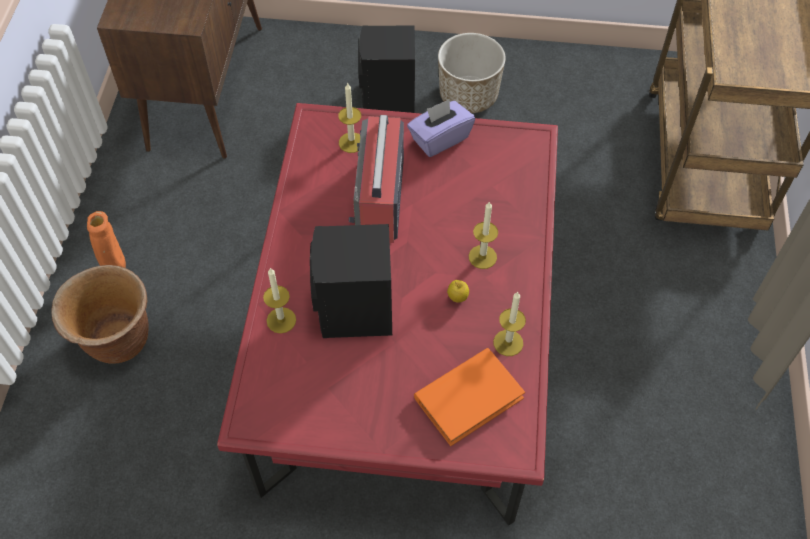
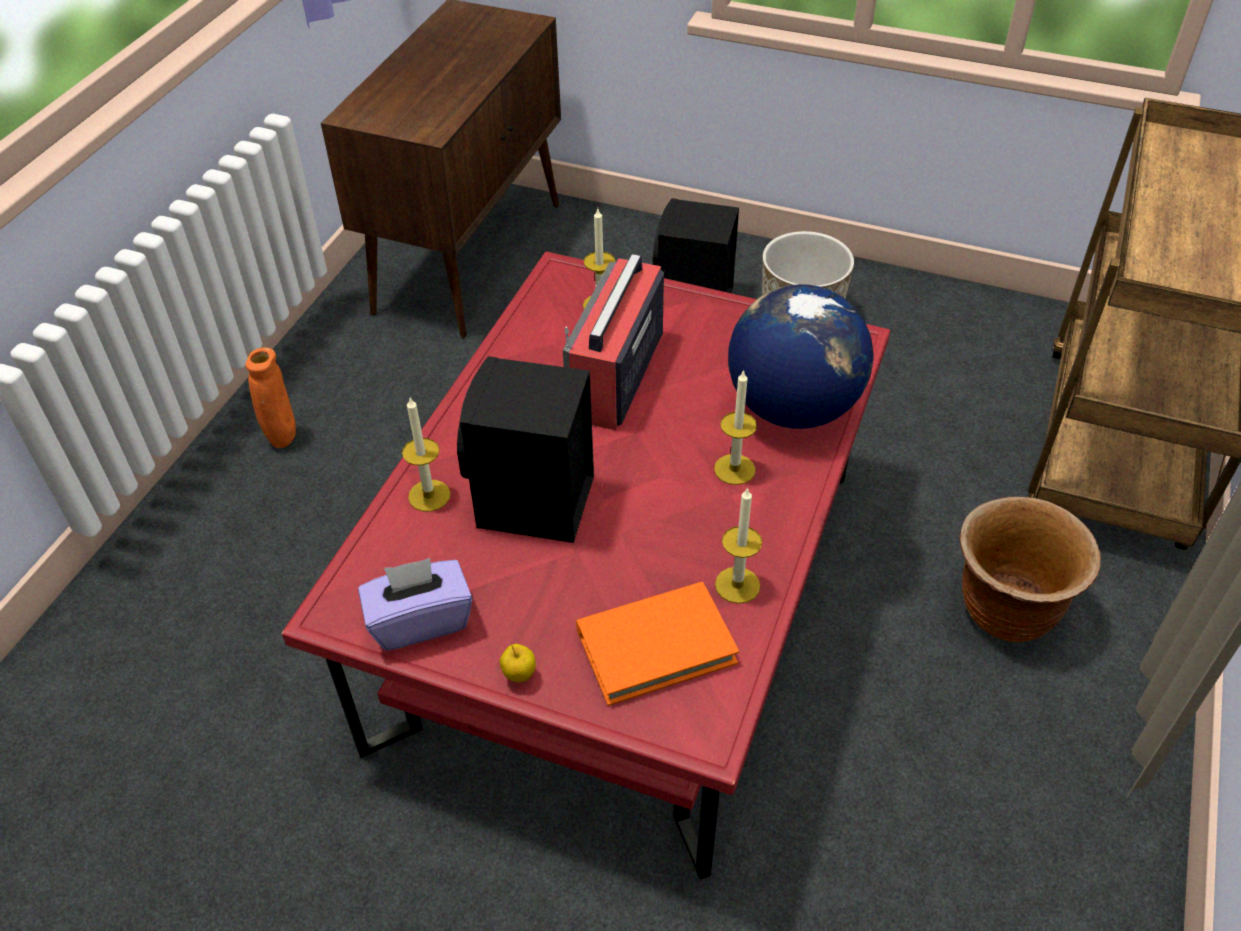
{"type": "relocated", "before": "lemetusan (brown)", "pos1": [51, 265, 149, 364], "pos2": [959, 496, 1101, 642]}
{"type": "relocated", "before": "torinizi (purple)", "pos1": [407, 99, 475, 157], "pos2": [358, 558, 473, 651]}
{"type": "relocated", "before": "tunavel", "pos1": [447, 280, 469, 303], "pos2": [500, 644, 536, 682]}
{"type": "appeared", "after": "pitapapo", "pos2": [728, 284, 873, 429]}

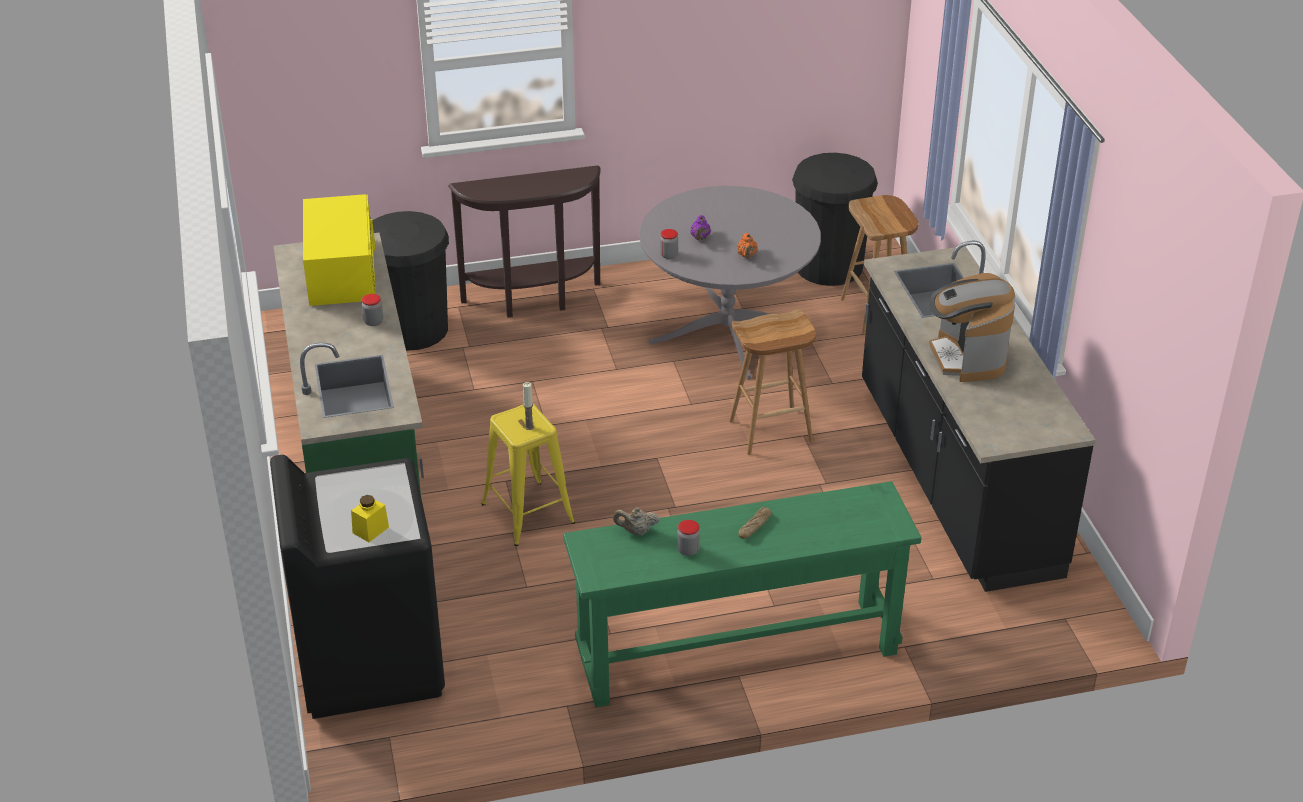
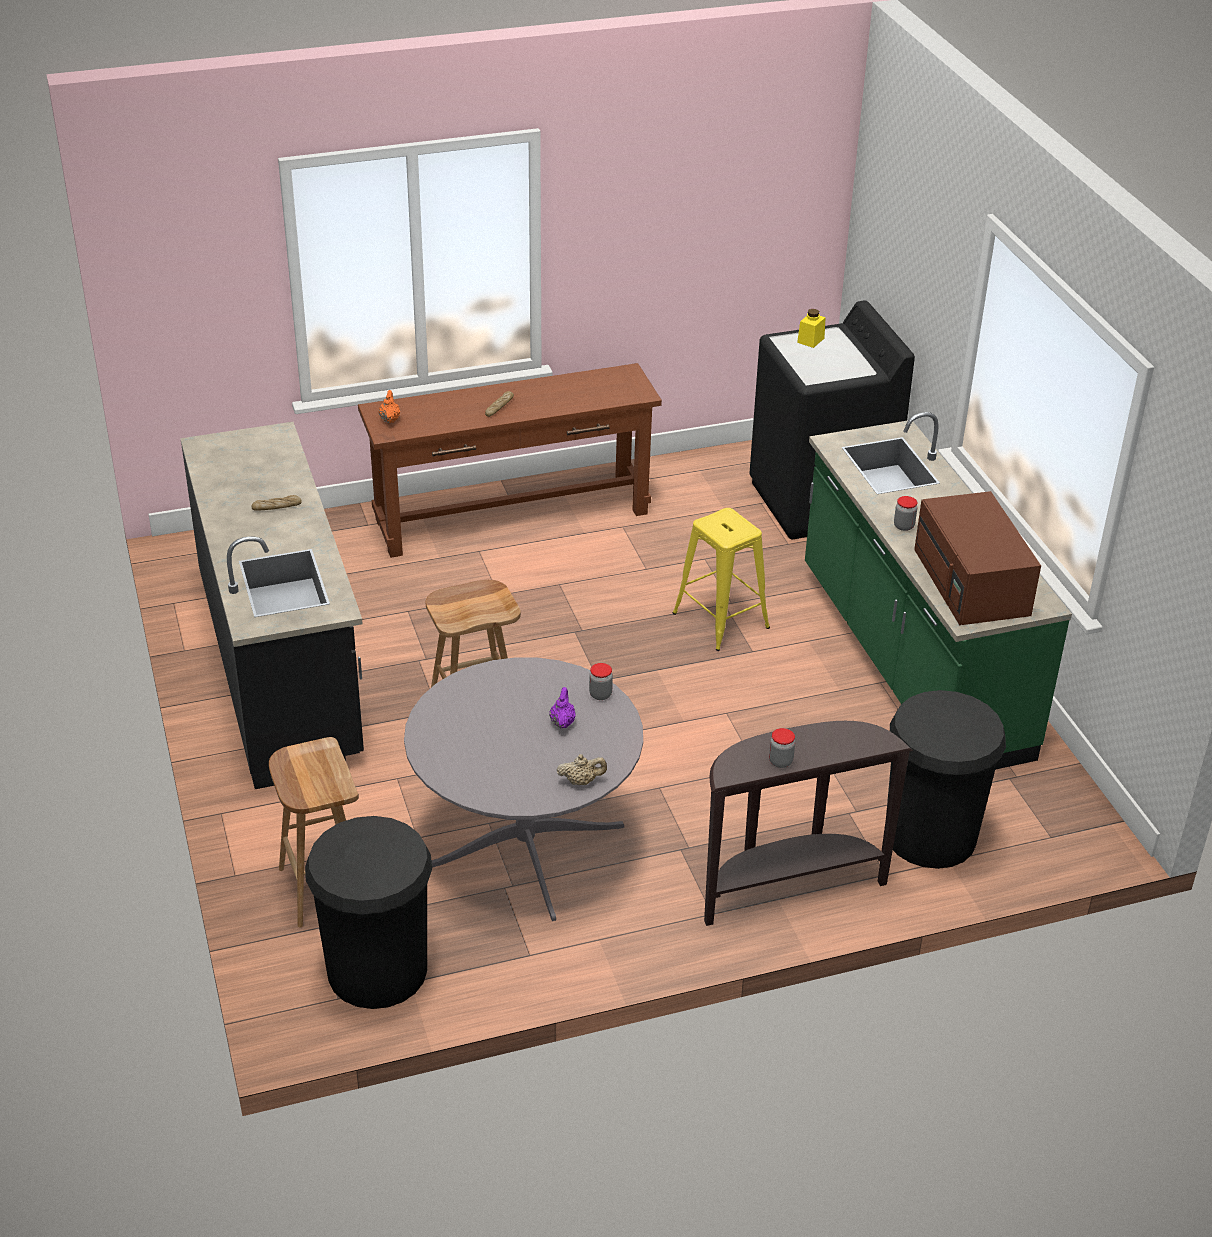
{"type": "colour", "before": "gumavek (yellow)", "after": "gumavek (brown)", "pos1": [303, 194, 376, 306], "pos2": [914, 491, 1041, 625]}
{"type": "missing", "before": "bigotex", "pos1": [523, 382, 534, 430]}
{"type": "colour", "before": "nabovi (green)", "after": "nabovi (brown)", "pos1": [563, 481, 922, 708], "pos2": [358, 363, 662, 558]}
{"type": "relocated", "before": "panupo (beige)", "pos1": [613, 507, 660, 535], "pos2": [556, 754, 607, 785]}
{"type": "relocated", "before": "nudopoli", "pos1": [677, 520, 700, 556], "pos2": [769, 728, 795, 768]}
{"type": "relocated", "before": "panupo (orange)", "pos1": [737, 233, 758, 259], "pos2": [379, 390, 400, 423]}
{"type": "exchanged", "before": "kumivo", "after": "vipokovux", "pos1": [929, 273, 1015, 382], "pos2": [251, 495, 302, 511]}

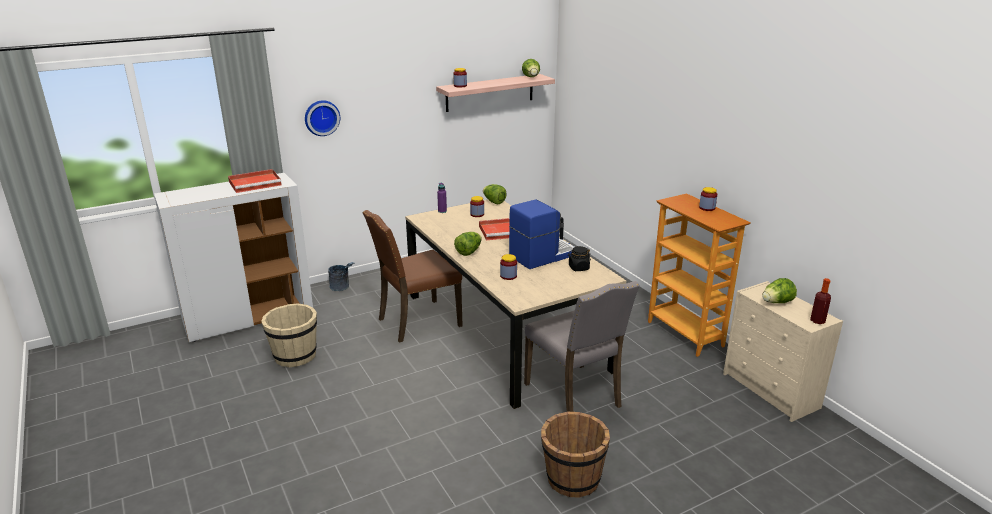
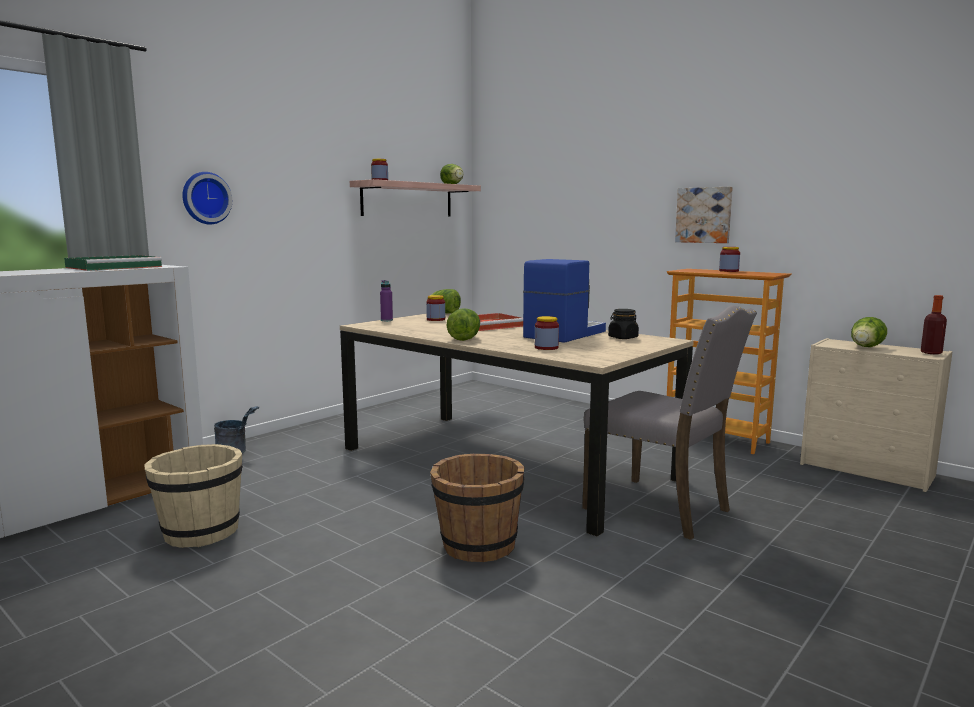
{"type": "colour", "before": "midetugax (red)", "after": "midetugax (green)", "pos1": [228, 169, 282, 193], "pos2": [64, 255, 162, 271]}
{"type": "missing", "before": "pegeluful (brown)", "pos1": [363, 210, 463, 343]}
{"type": "relocated", "before": "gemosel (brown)", "pos1": [541, 412, 610, 498], "pos2": [430, 454, 524, 562]}
{"type": "appeared", "after": "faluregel", "pos2": [675, 187, 733, 243]}

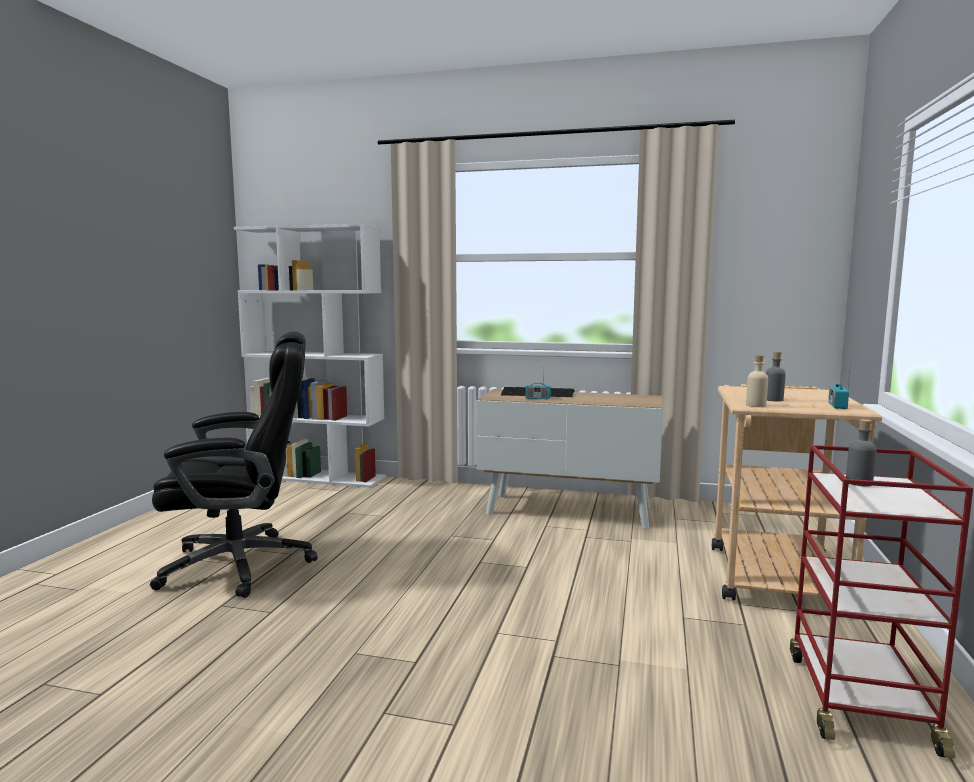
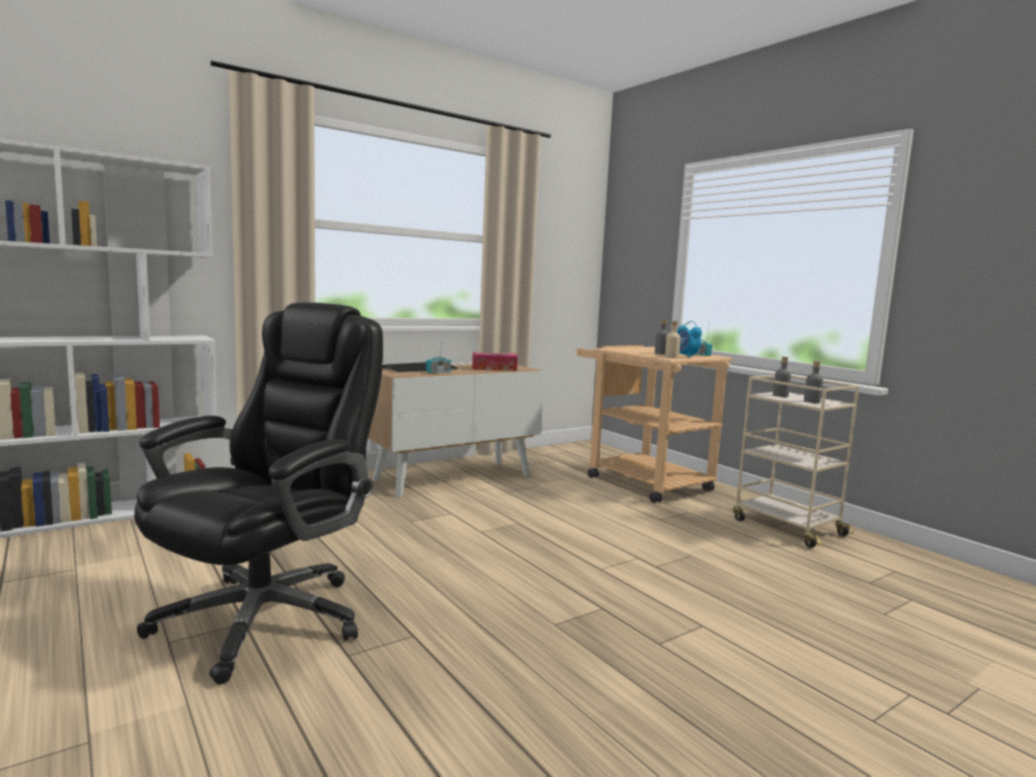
{"type": "colour", "before": "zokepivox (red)", "after": "zokepivox (beige)", "pos1": [790, 445, 973, 758], "pos2": [733, 375, 859, 548]}
{"type": "appeared", "after": "torinizi", "pos2": [472, 352, 518, 371]}
{"type": "appeared", "after": "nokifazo", "pos2": [677, 321, 702, 358]}
{"type": "appeared", "after": "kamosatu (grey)", "pos2": [804, 361, 823, 403]}

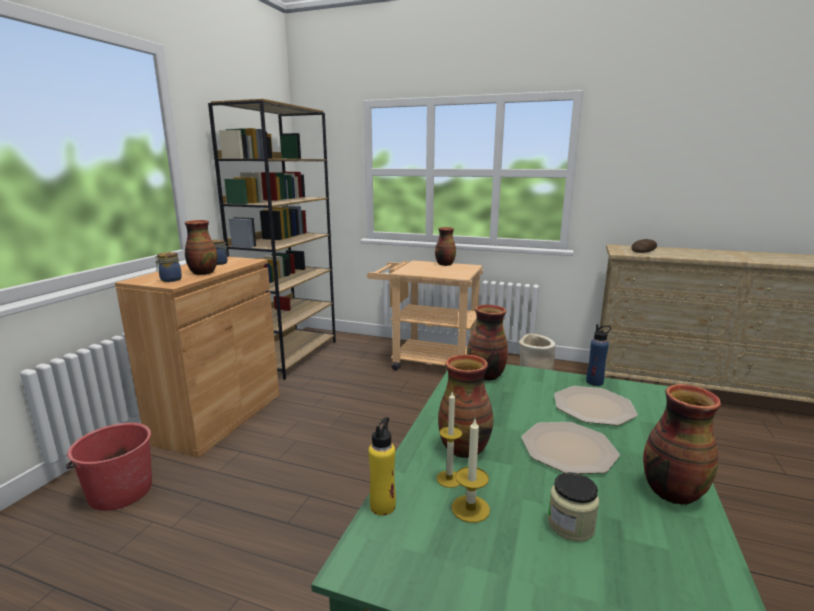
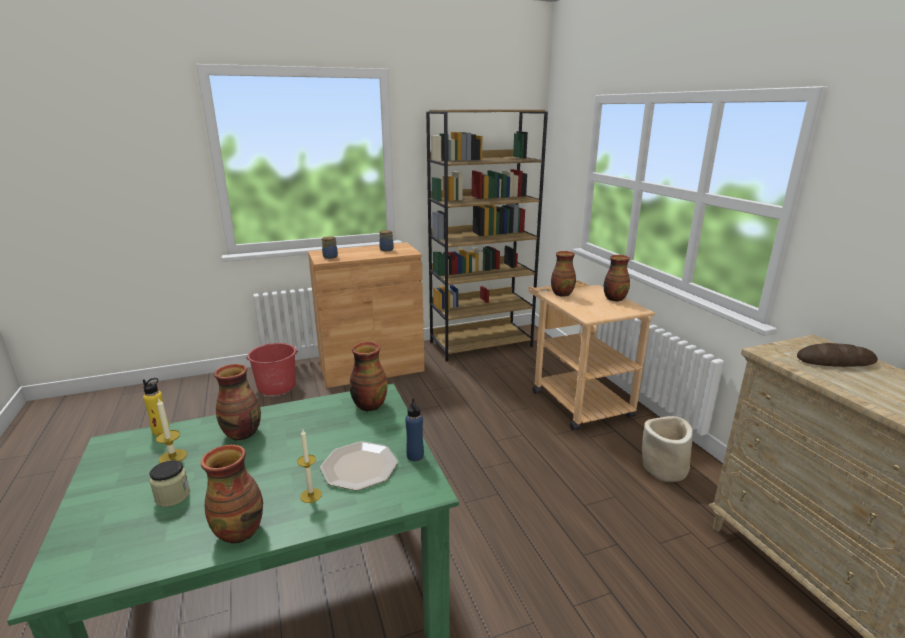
{"type": "relocated", "before": "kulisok", "pos1": [185, 220, 217, 275], "pos2": [551, 251, 576, 297]}
{"type": "relocated", "before": "bigotex", "pos1": [436, 392, 462, 488], "pos2": [297, 430, 322, 503]}
{"type": "missing", "before": "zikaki", "pos1": [521, 422, 620, 474]}

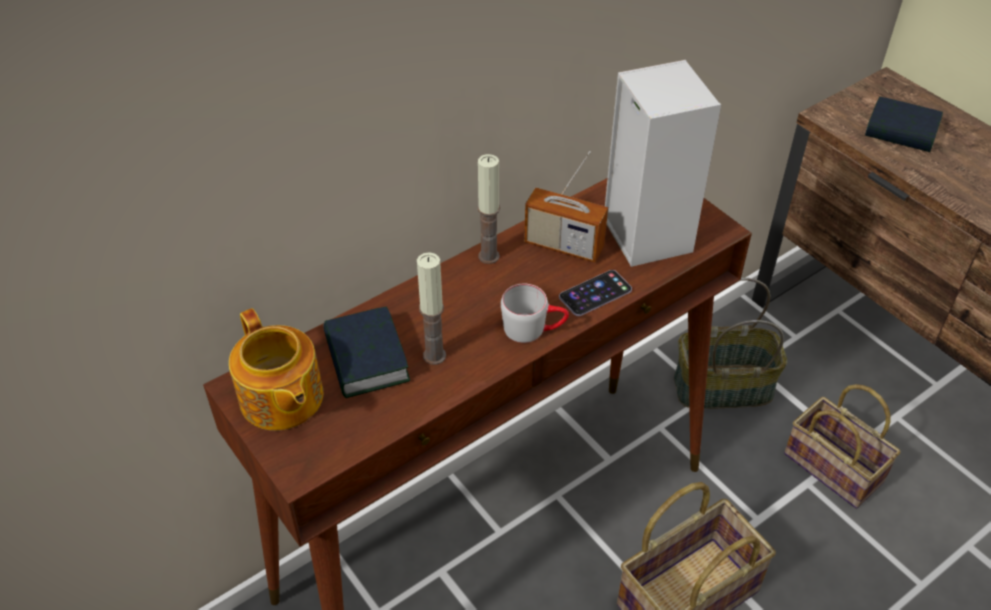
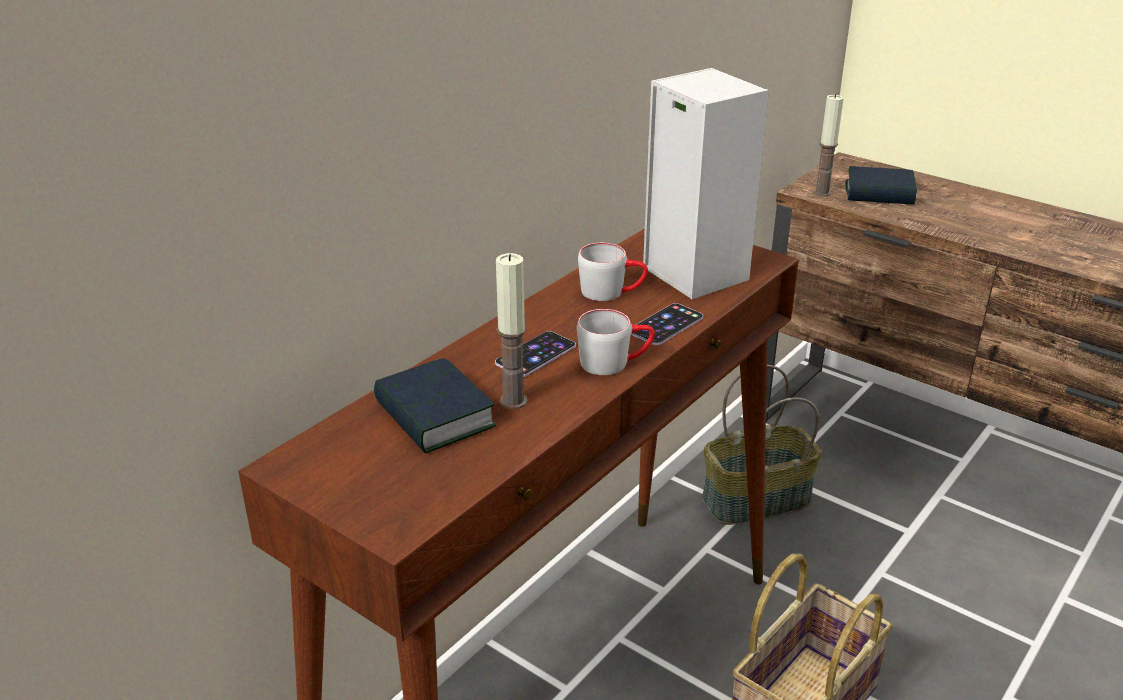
{"type": "missing", "before": "panupo", "pos1": [229, 308, 323, 431]}
{"type": "relocated", "before": "bigotex", "pos1": [477, 154, 500, 264], "pos2": [814, 94, 844, 196]}
{"type": "exchanged", "before": "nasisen", "after": "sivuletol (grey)", "pos1": [524, 151, 608, 262], "pos2": [578, 243, 648, 301]}
{"type": "missing", "before": "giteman", "pos1": [784, 384, 901, 509]}
{"type": "appeared", "after": "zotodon", "pos2": [495, 331, 576, 377]}

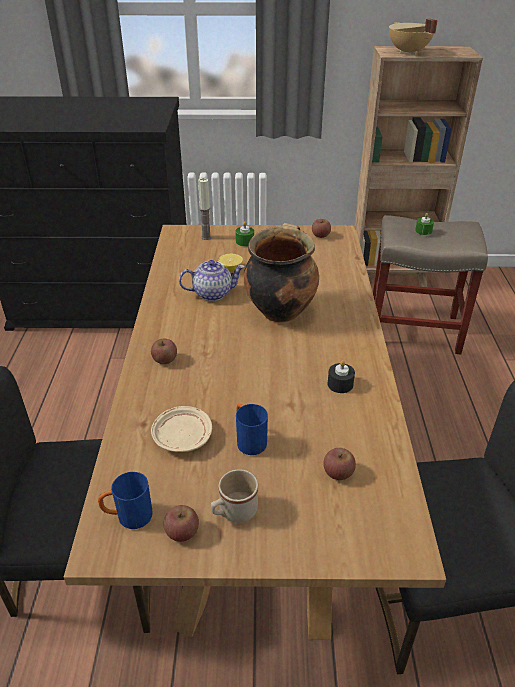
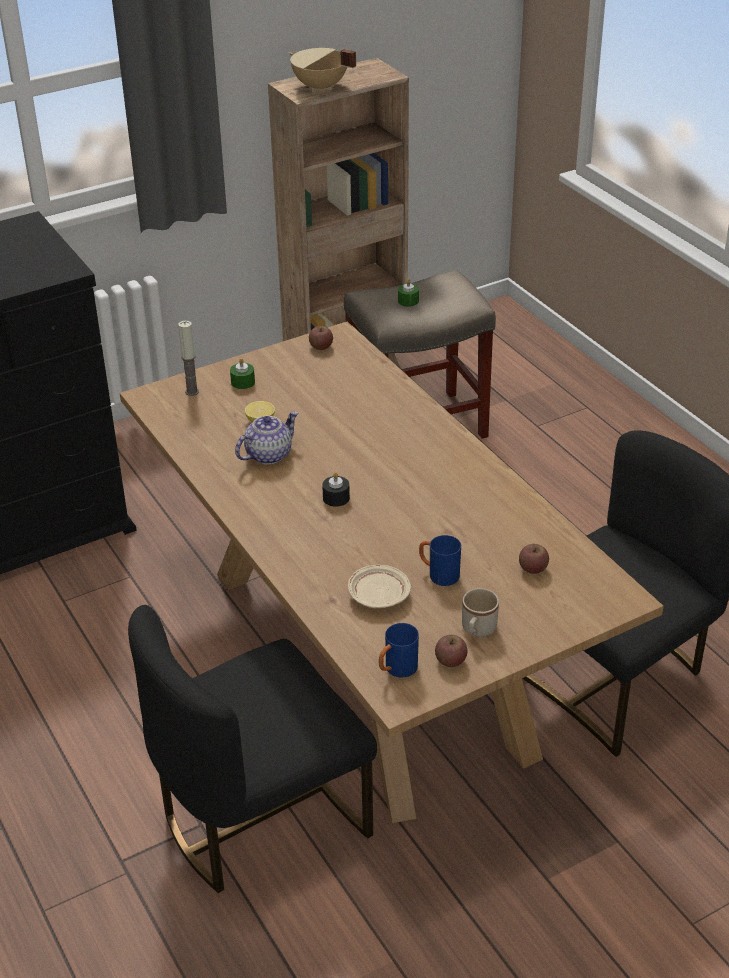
{"type": "missing", "before": "tunavel", "pos1": [151, 339, 177, 364]}
{"type": "missing", "before": "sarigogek", "pos1": [244, 223, 319, 322]}
{"type": "relocated", "before": "bigotex (black)", "pos1": [328, 360, 355, 393], "pos2": [322, 472, 350, 507]}

